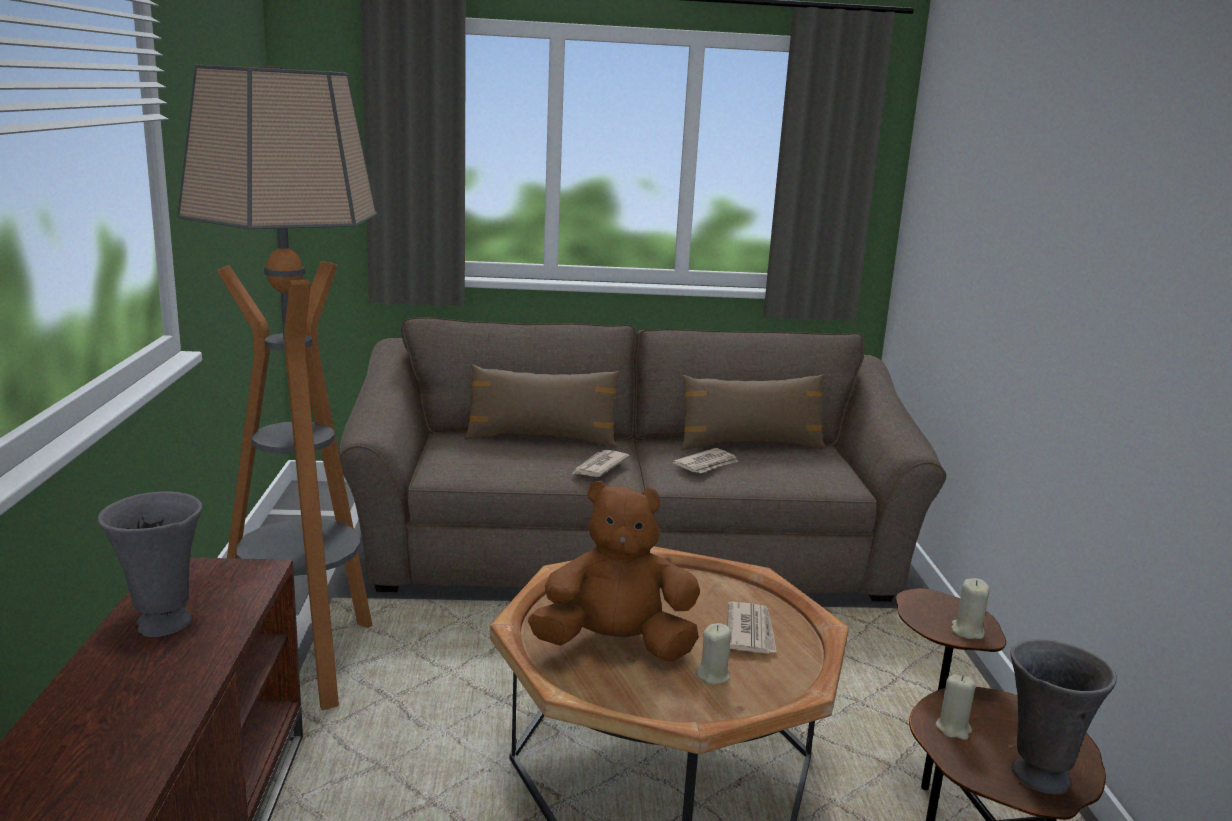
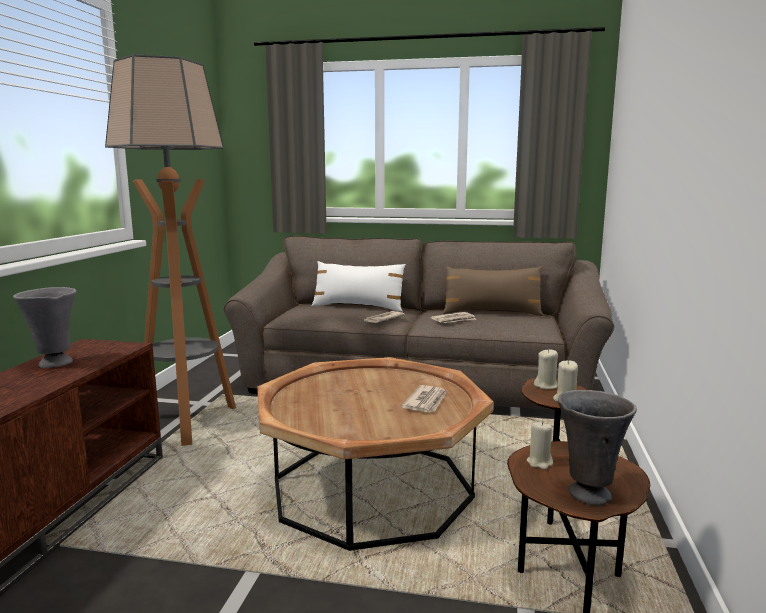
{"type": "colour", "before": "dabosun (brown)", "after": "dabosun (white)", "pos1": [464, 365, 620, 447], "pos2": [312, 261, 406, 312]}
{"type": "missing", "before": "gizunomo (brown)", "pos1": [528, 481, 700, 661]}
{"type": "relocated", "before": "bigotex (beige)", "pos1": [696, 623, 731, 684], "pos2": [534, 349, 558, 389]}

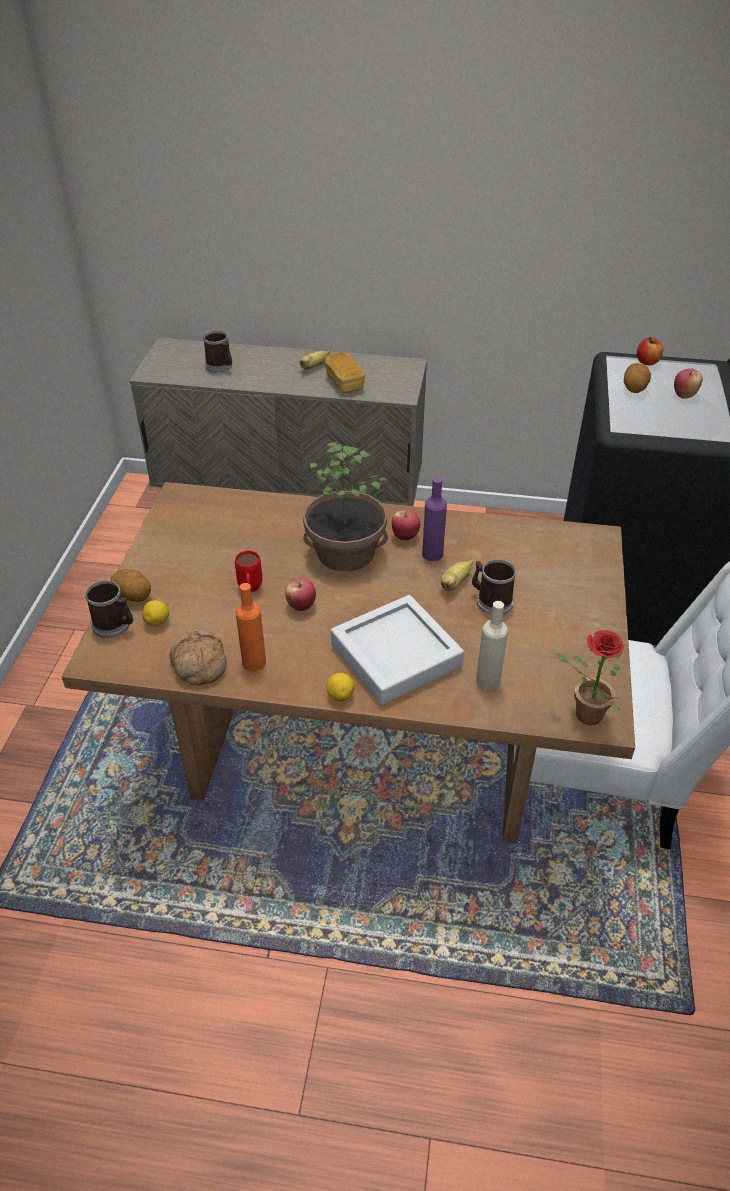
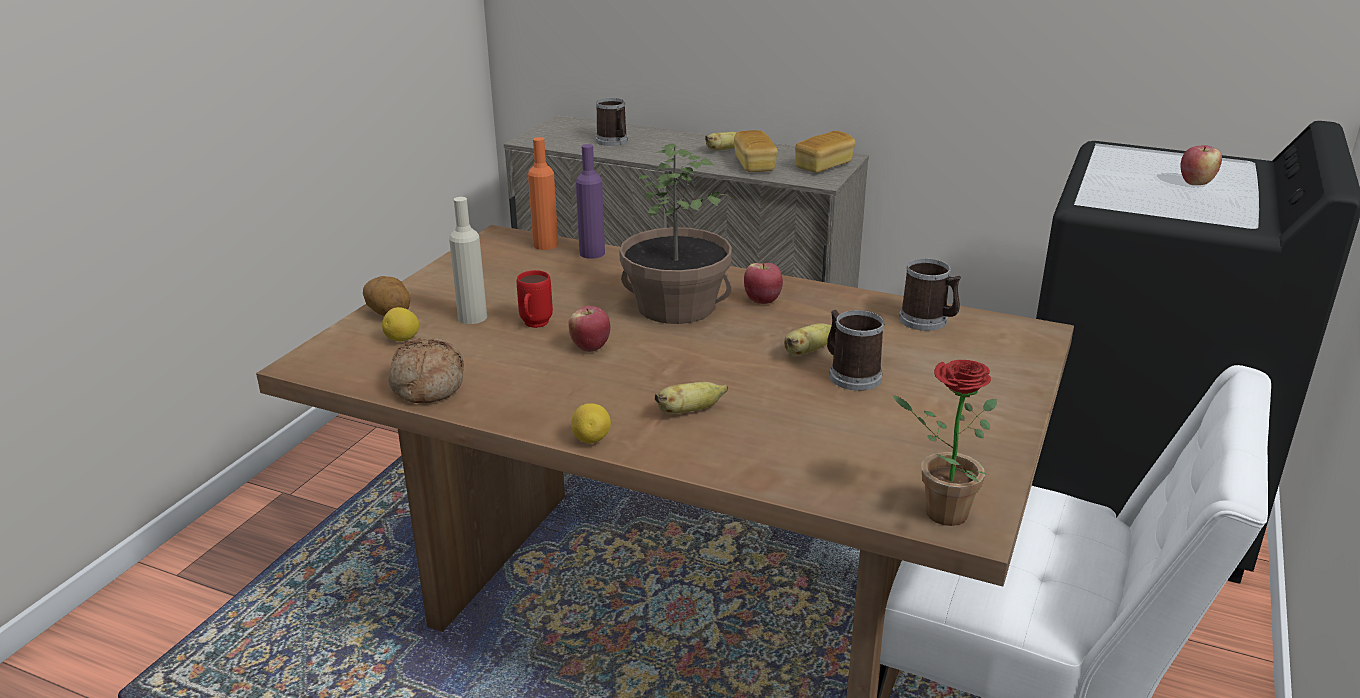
{"type": "relocated", "before": "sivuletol", "pos1": [85, 580, 133, 638], "pos2": [899, 258, 961, 331]}
{"type": "relocated", "before": "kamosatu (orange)", "pos1": [236, 583, 266, 671], "pos2": [528, 137, 558, 250]}
{"type": "exchanged", "before": "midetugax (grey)", "after": "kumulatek", "pos1": [331, 595, 464, 705], "pos2": [655, 382, 728, 414]}
{"type": "relocated", "before": "kamosatu (purple)", "pos1": [422, 477, 447, 561], "pos2": [576, 144, 605, 259]}
{"type": "relocated", "before": "kamosatu (beige)", "pos1": [476, 601, 508, 690], "pos2": [449, 197, 487, 324]}
{"type": "missing", "before": "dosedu", "pos1": [624, 363, 651, 393]}
{"type": "missing", "before": "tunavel", "pos1": [637, 337, 663, 365]}
{"type": "appeared", "after": "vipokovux", "pos2": [795, 131, 856, 173]}

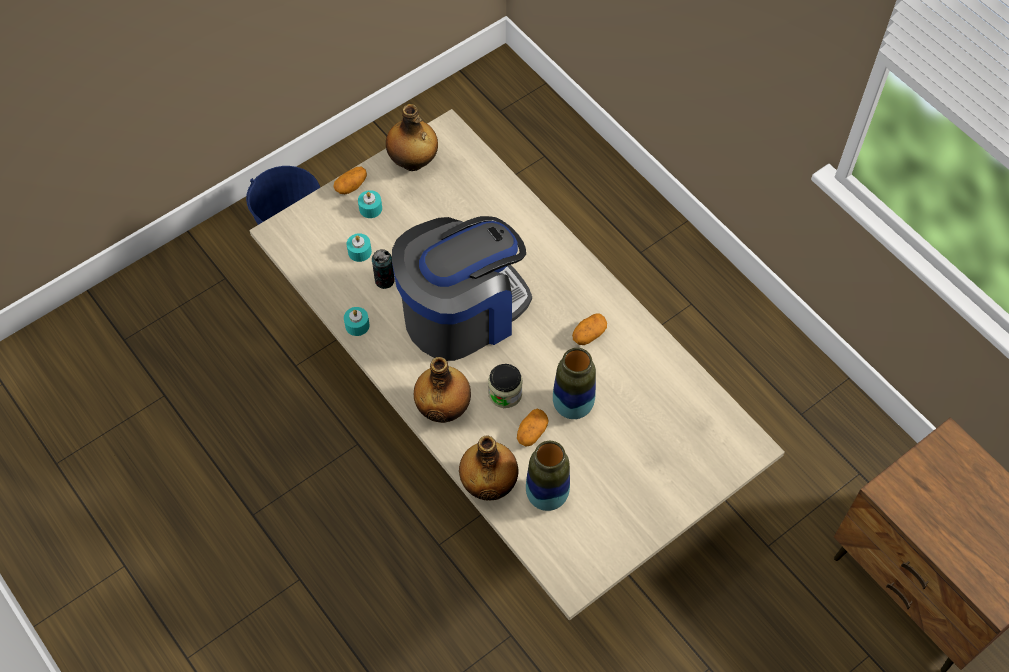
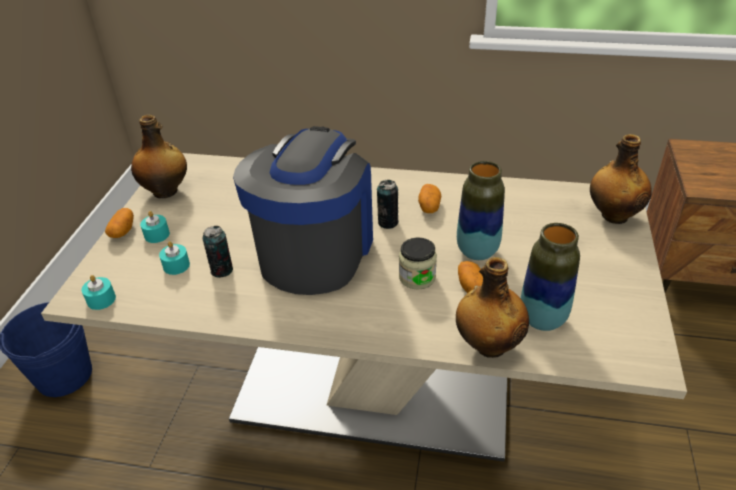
{"type": "relocated", "before": "bigotex (turquoise)", "pos1": [344, 307, 370, 336], "pos2": [82, 275, 116, 310]}
{"type": "relocated", "before": "kamosatu", "pos1": [414, 357, 471, 423], "pos2": [590, 134, 652, 224]}
{"type": "appeared", "after": "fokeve", "pos2": [377, 180, 399, 229]}

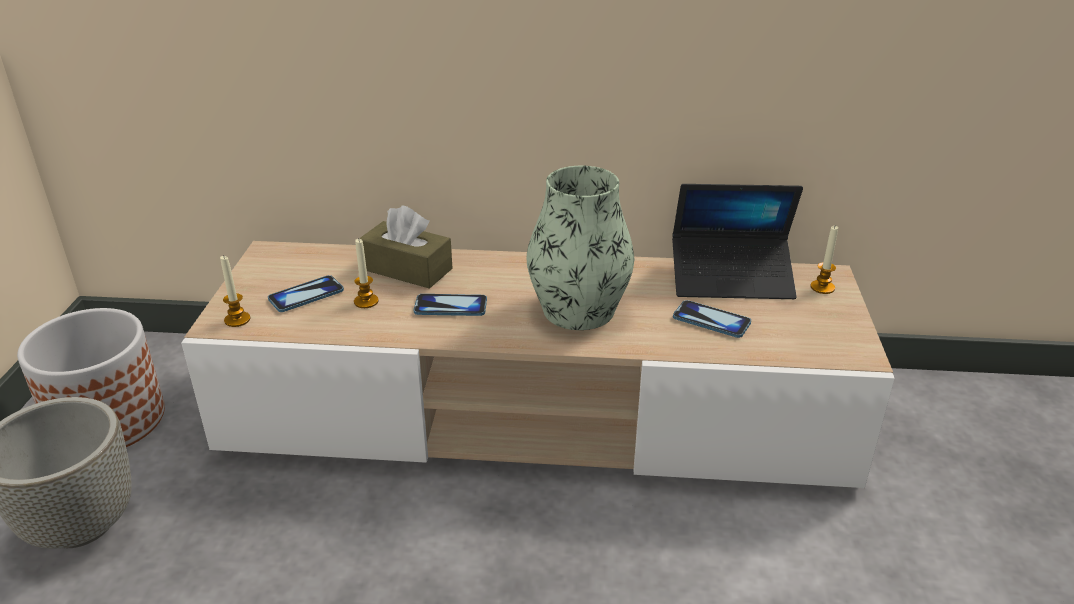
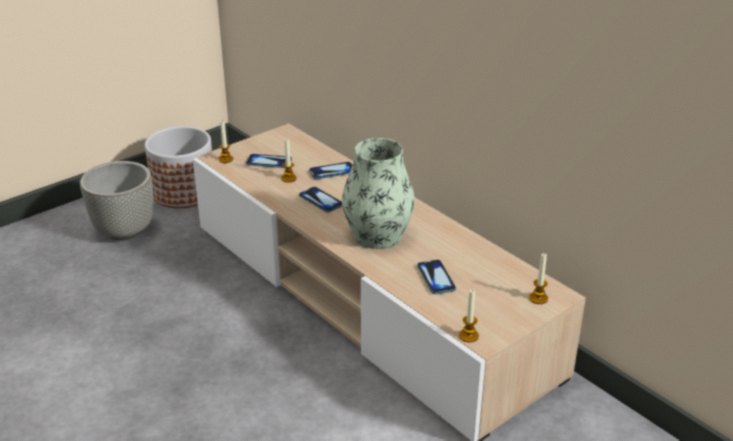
{"type": "exchanged", "before": "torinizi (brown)", "after": "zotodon", "pos1": [359, 206, 453, 289], "pos2": [309, 162, 352, 179]}
{"type": "missing", "before": "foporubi", "pos1": [672, 184, 803, 299]}
{"type": "appeared", "after": "bigotex", "pos2": [459, 289, 479, 342]}

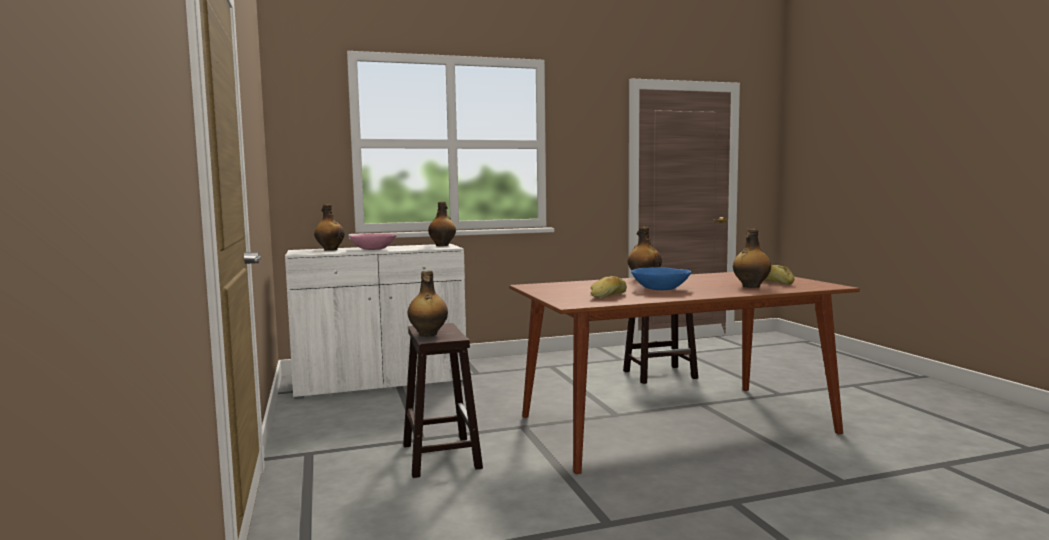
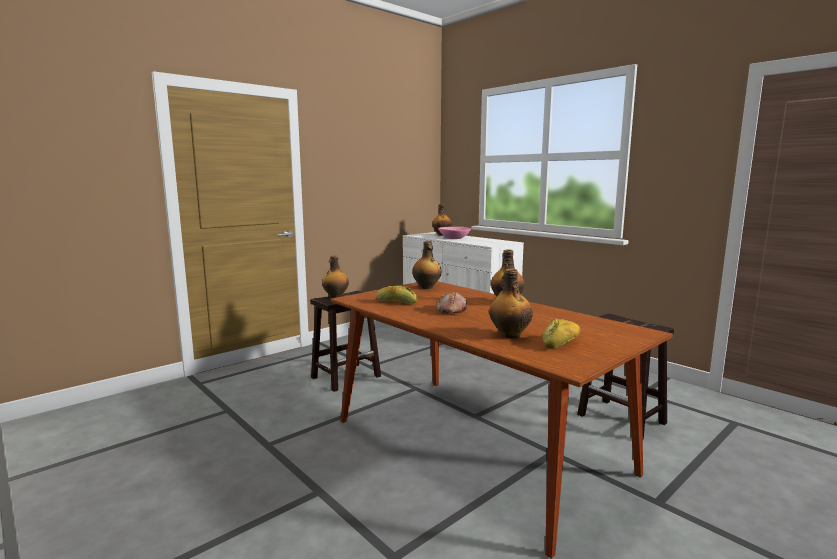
{"type": "relocated", "before": "kamosatu", "pos1": [428, 202, 456, 246], "pos2": [412, 241, 442, 289]}
{"type": "exchanged", "before": "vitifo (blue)", "after": "vipokovux", "pos1": [631, 267, 691, 290], "pos2": [436, 292, 467, 314]}

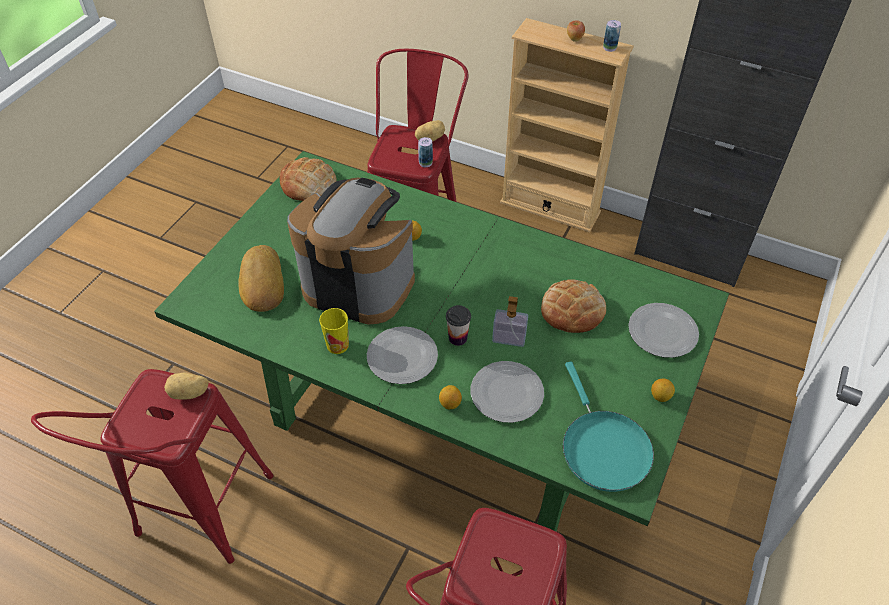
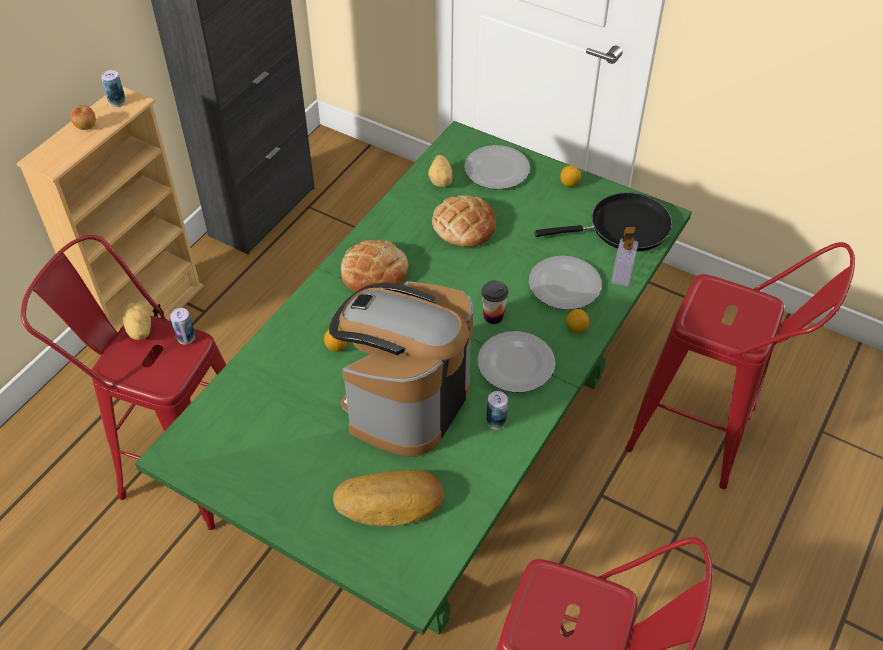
{"type": "relocated", "before": "dosedu", "pos1": [164, 372, 208, 399], "pos2": [428, 155, 452, 187]}
{"type": "relocated", "before": "vipokovux", "pos1": [280, 157, 337, 201], "pos2": [341, 240, 409, 292]}
{"type": "exchanged", "before": "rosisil", "after": "fokeve", "pos1": [319, 308, 349, 354], "pos2": [486, 391, 508, 430]}
{"type": "relocated", "before": "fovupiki", "pos1": [492, 296, 528, 347], "pos2": [611, 227, 638, 287]}
{"type": "colour", "before": "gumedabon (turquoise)", "after": "gumedabon (black)", "pos1": [563, 362, 654, 492], "pos2": [535, 192, 672, 251]}

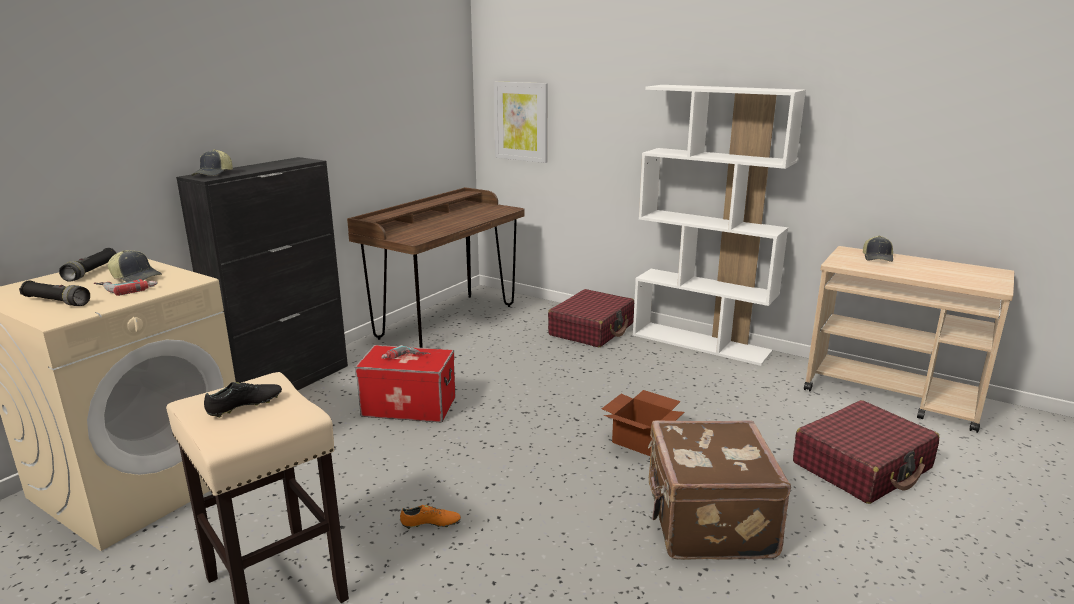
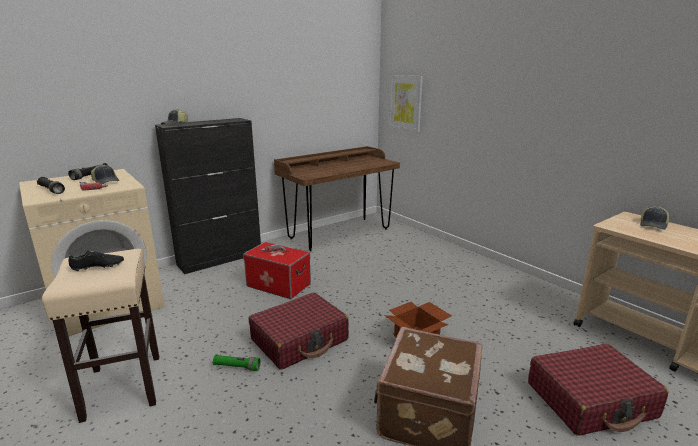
{"type": "exchanged", "before": "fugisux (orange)", "after": "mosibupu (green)", "pos1": [400, 505, 461, 529], "pos2": [213, 354, 261, 371]}
{"type": "relocated", "before": "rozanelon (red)", "pos1": [548, 289, 634, 347], "pos2": [249, 292, 349, 370]}
{"type": "missing", "before": "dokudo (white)", "pos1": [633, 85, 806, 366]}

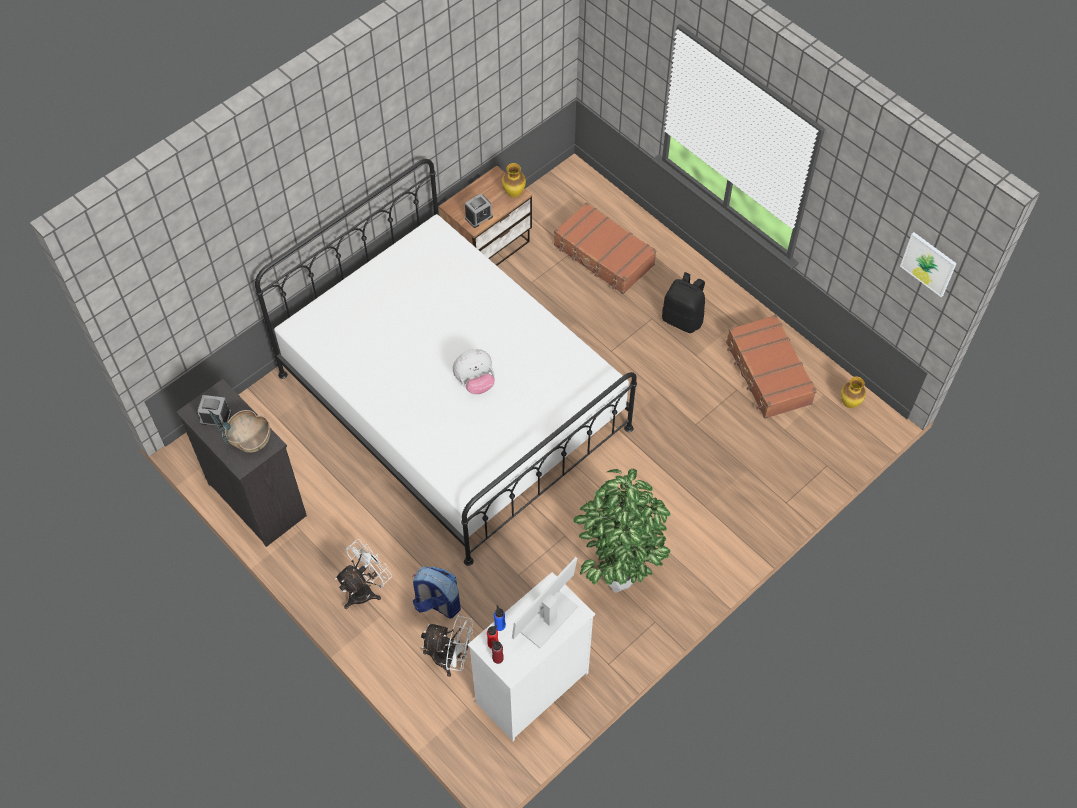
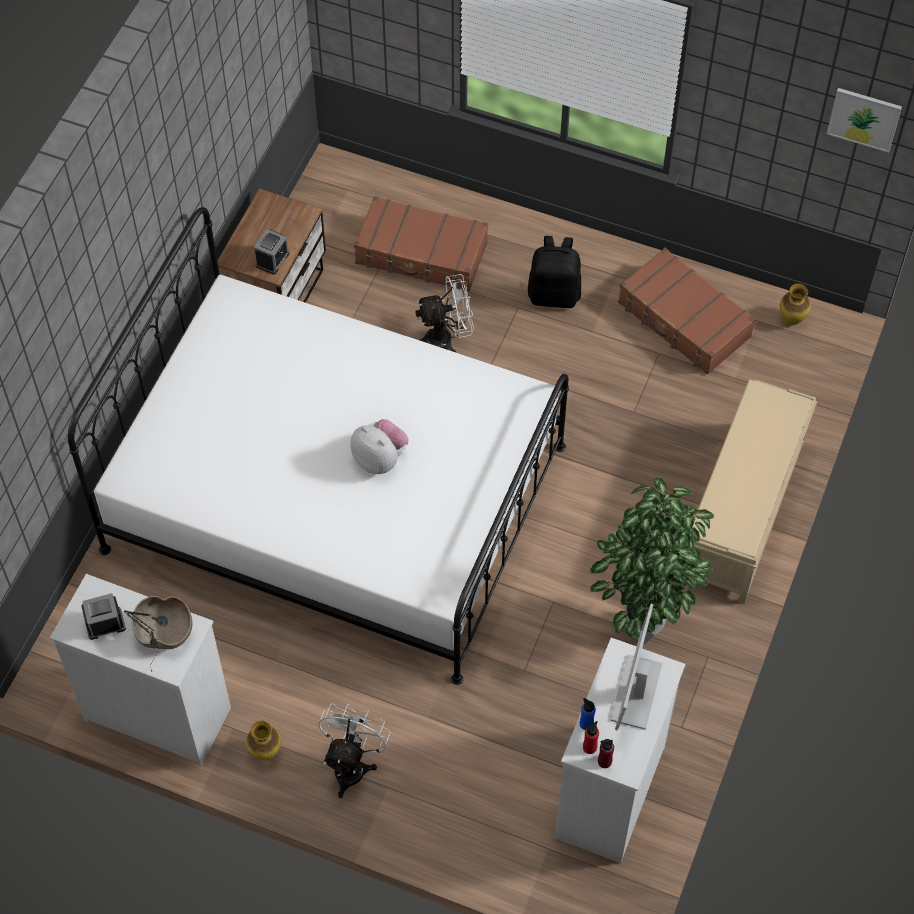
{"type": "colour", "before": "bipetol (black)", "after": "bipetol (white)", "pos1": [176, 379, 307, 547], "pos2": [50, 574, 231, 767]}
{"type": "missing", "before": "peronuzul", "pos1": [412, 566, 461, 619]}
{"type": "relocated", "before": "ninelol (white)", "pos1": [421, 615, 474, 677], "pos2": [415, 274, 474, 352]}
{"type": "spun", "before": "gizunomo", "pos1": [453, 349, 495, 394], "pos2": [350, 419, 409, 474], "turn": -90}
{"type": "relocated", "before": "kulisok", "pos1": [502, 163, 526, 198], "pos2": [246, 721, 281, 761]}
{"type": "appeared", "after": "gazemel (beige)", "pos2": [689, 379, 817, 604]}

